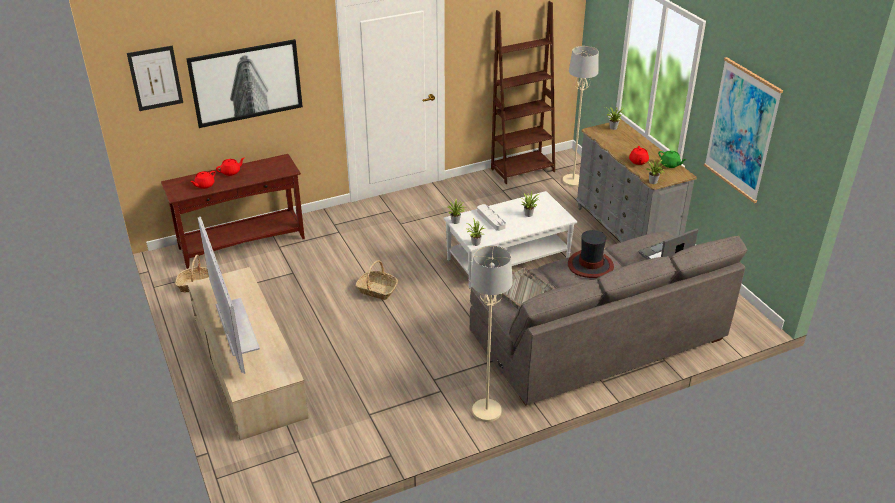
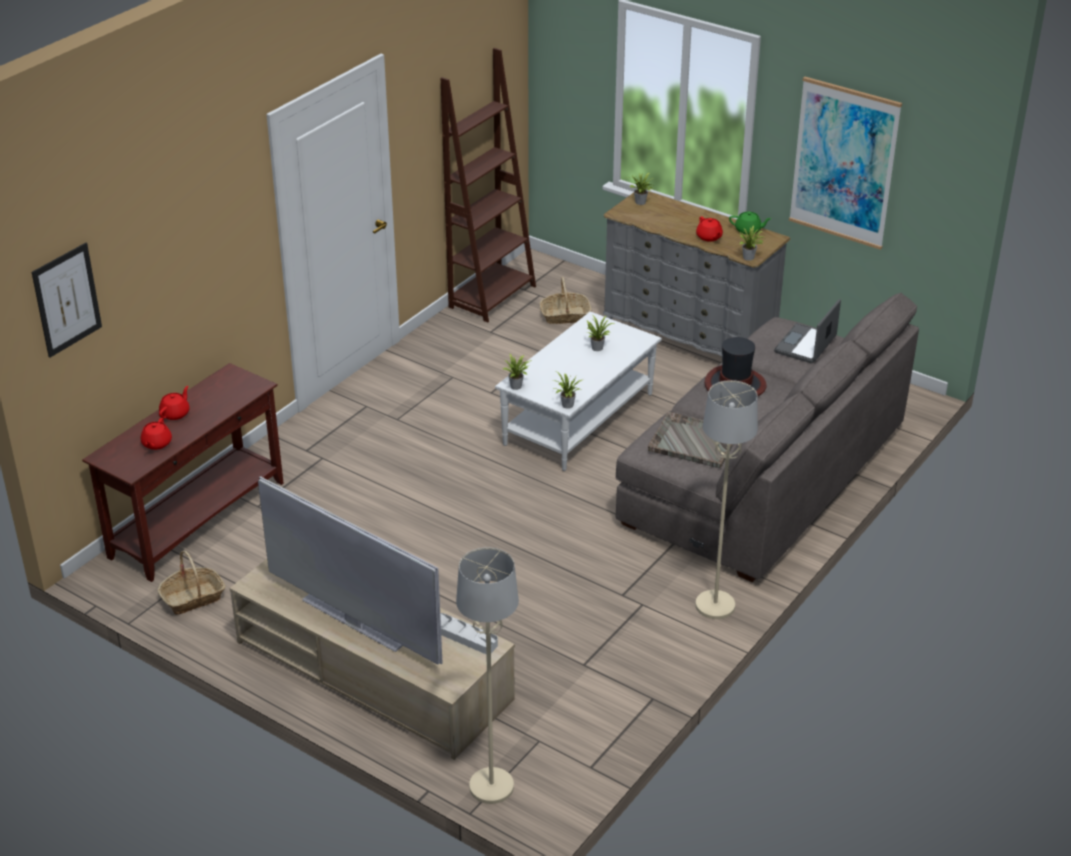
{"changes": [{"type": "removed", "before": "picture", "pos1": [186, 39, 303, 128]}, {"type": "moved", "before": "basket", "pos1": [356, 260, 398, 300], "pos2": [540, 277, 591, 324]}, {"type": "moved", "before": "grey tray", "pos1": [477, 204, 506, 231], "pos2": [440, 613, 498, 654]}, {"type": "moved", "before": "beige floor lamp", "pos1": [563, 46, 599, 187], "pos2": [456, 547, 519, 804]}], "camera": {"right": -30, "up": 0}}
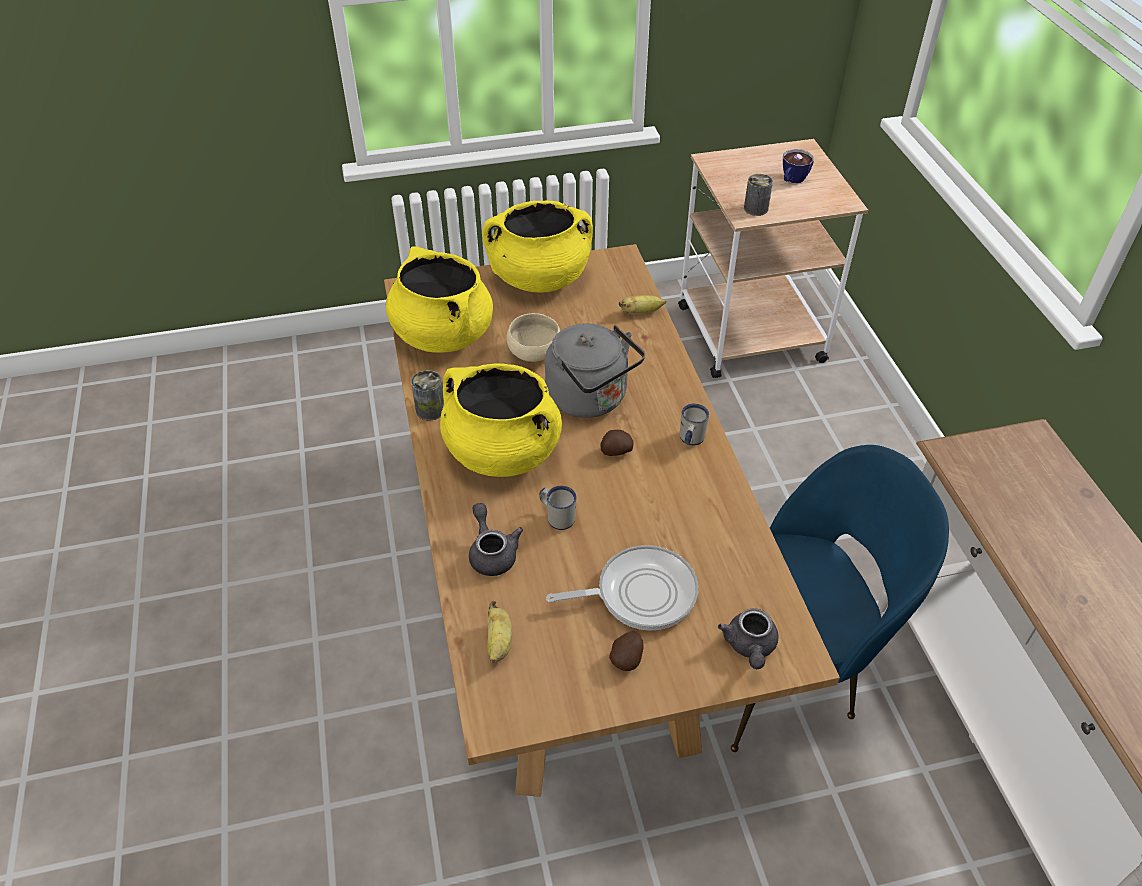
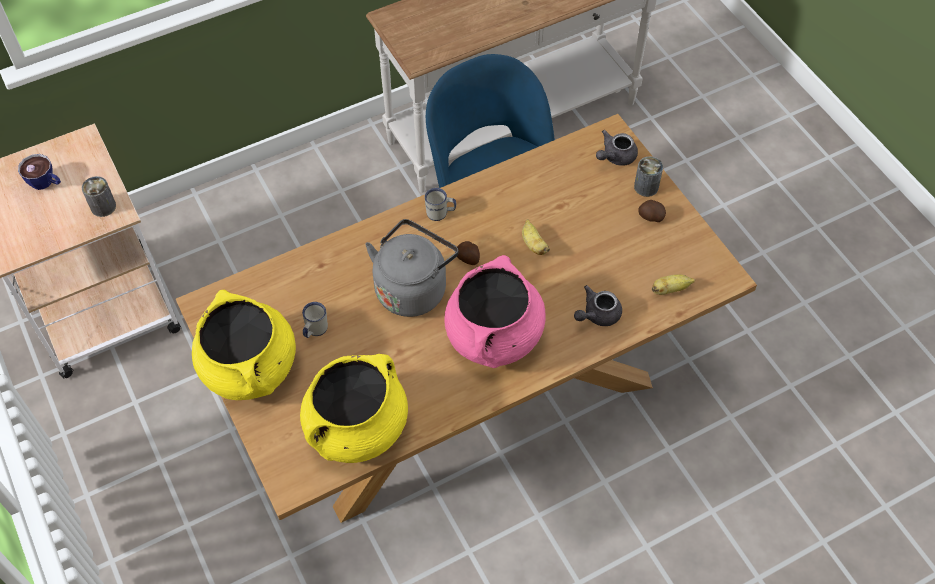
{"changes": [{"type": "moved", "before": "can", "pos1": [411, 370, 444, 420], "pos2": [634, 156, 663, 197]}, {"type": "recoloured", "before": "yellow cooking pot", "after": "pink cooking pot", "pos1": [440, 363, 562, 477], "pos2": [444, 255, 545, 368]}, {"type": "removed", "before": "beige bowl", "pos1": [507, 313, 560, 362]}, {"type": "moved", "before": "white mug", "pos1": [540, 486, 577, 530], "pos2": [302, 302, 328, 338]}, {"type": "removed", "before": "frying pan", "pos1": [546, 545, 698, 631]}, {"type": "moved", "before": "banana", "pos1": [619, 295, 666, 314], "pos2": [522, 219, 550, 255]}, {"type": "turned", "before": "grey teapot", "pos1": [718, 608, 778, 669], "pos2": [596, 130, 638, 166], "turn": 150}], "camera": {"right": -105, "up": 10}}
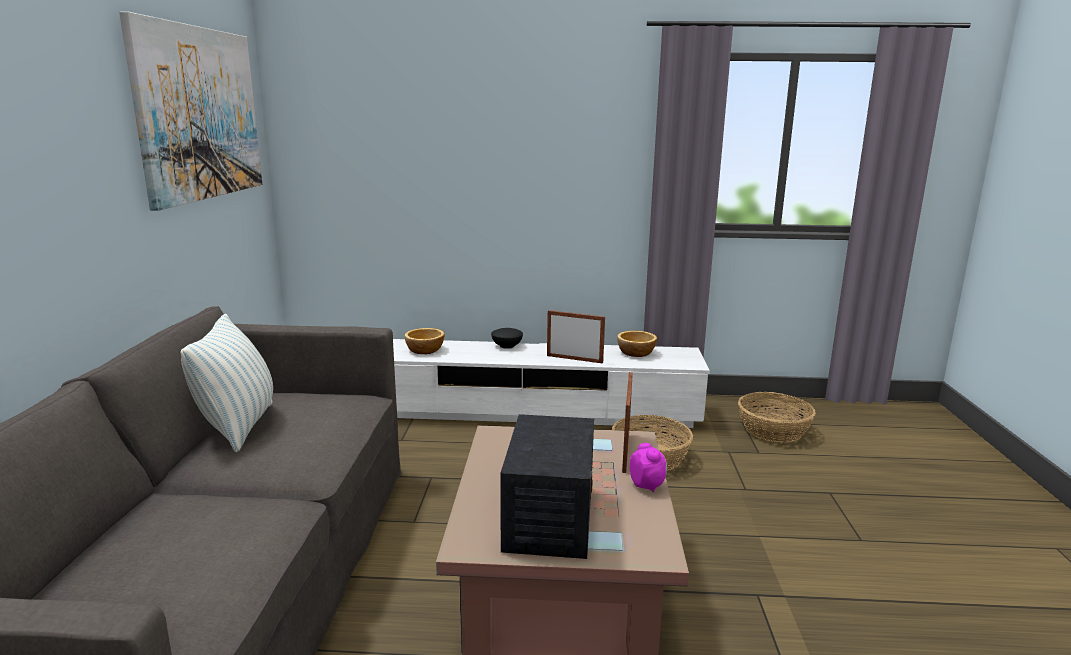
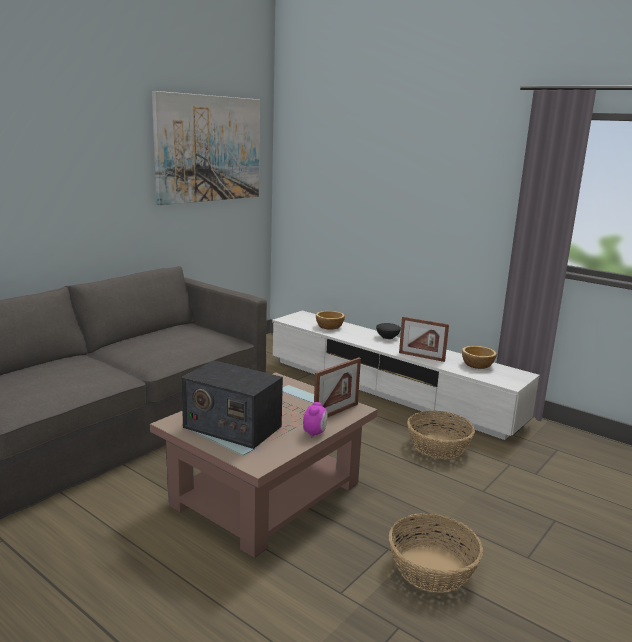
{"changes": [{"type": "removed", "before": "pillow", "pos1": [181, 314, 273, 452]}, {"type": "turned", "before": "radio", "pos1": [500, 414, 594, 559], "pos2": [181, 360, 283, 449], "turn": 75}, {"type": "turned", "before": "picture frame", "pos1": [547, 310, 605, 364], "pos2": [399, 317, 449, 362], "turn": 150}, {"type": "moved", "before": "basket", "pos1": [738, 392, 816, 443], "pos2": [389, 513, 483, 593]}], "camera": {"right": 35, "up": 0}}
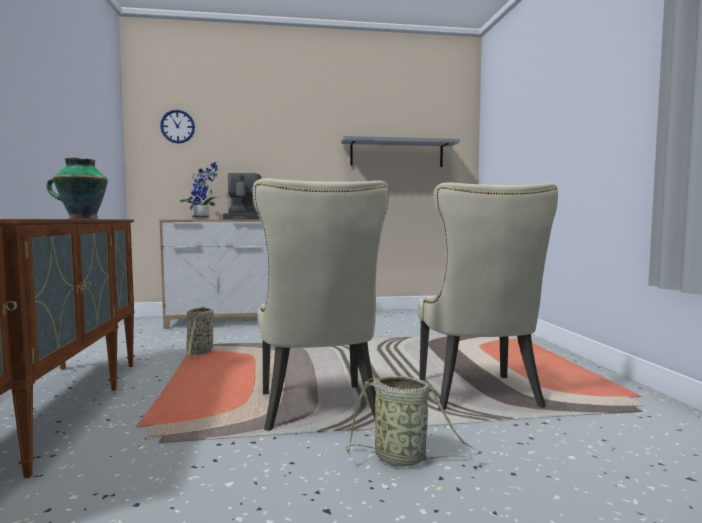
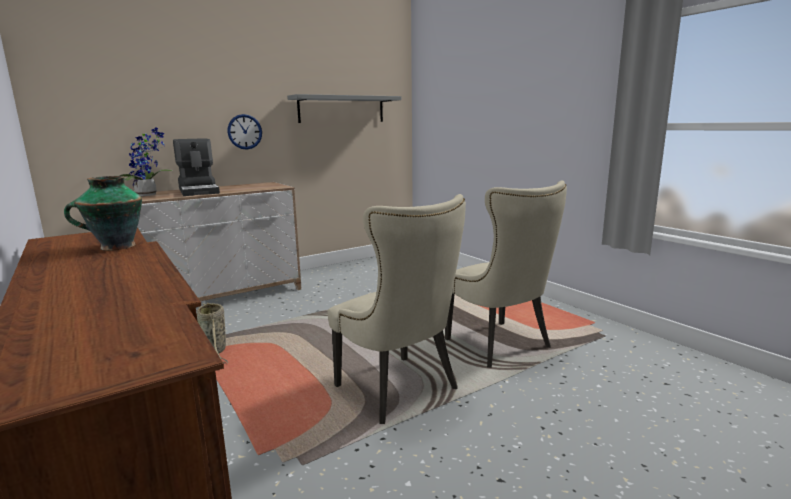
{"changes": [{"type": "moved", "before": "wall clock", "pos1": [160, 109, 195, 144], "pos2": [227, 114, 262, 150]}, {"type": "removed", "before": "basket", "pos1": [346, 376, 483, 466]}], "camera": {"right": -25, "up": 10}}
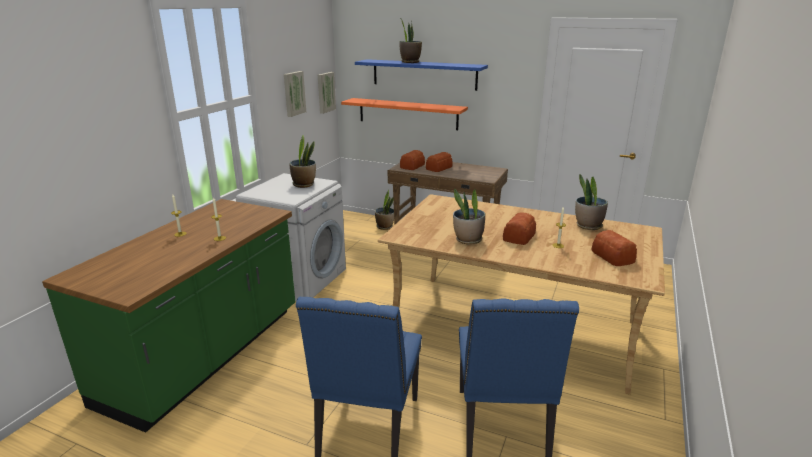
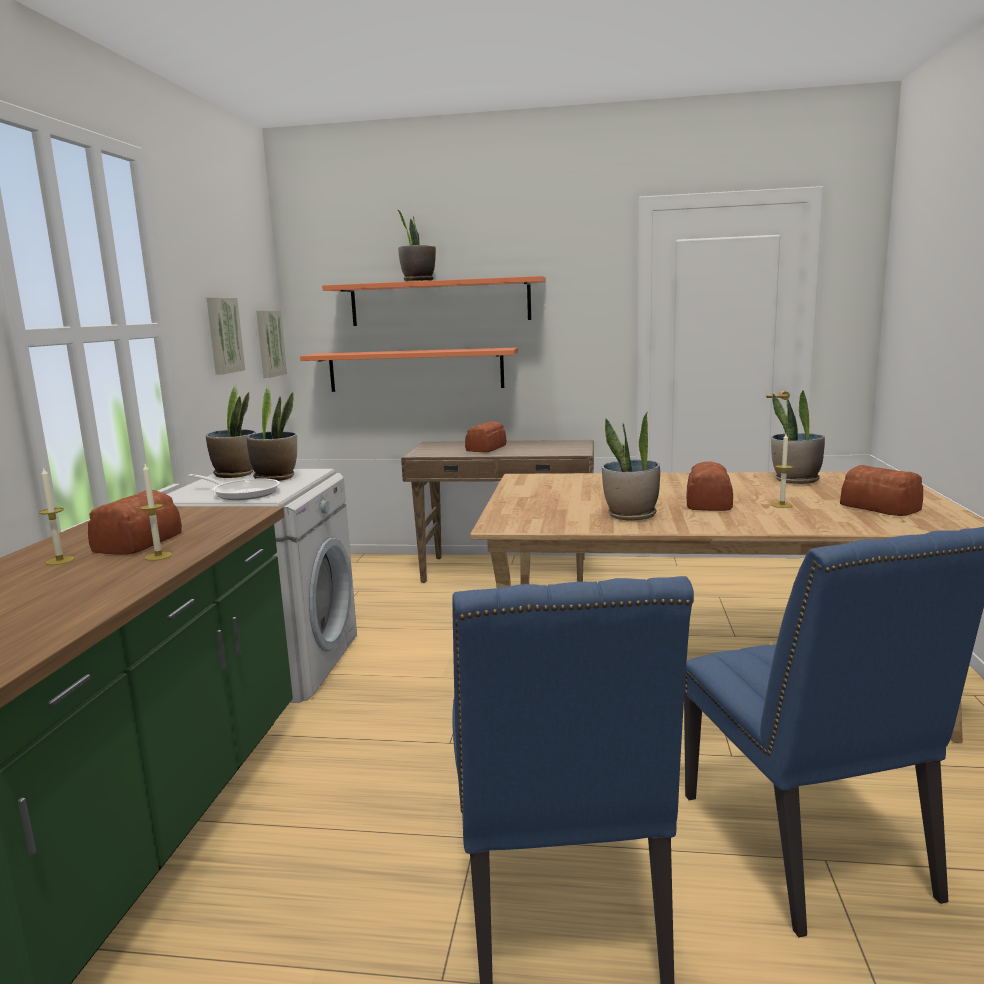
{"changes": [{"type": "recoloured", "before": "blue shelf", "after": "orange shelf", "pos1": [355, 59, 488, 91], "pos2": [322, 276, 546, 326]}, {"type": "moved", "before": "potted plant", "pos1": [375, 190, 394, 230], "pos2": [206, 385, 256, 478]}, {"type": "moved", "before": "bread", "pos1": [400, 150, 425, 170], "pos2": [88, 490, 182, 555]}, {"type": "added", "after": "frying pan", "pos2": [188, 474, 280, 500]}], "camera": {"right": -15, "up": -10}}
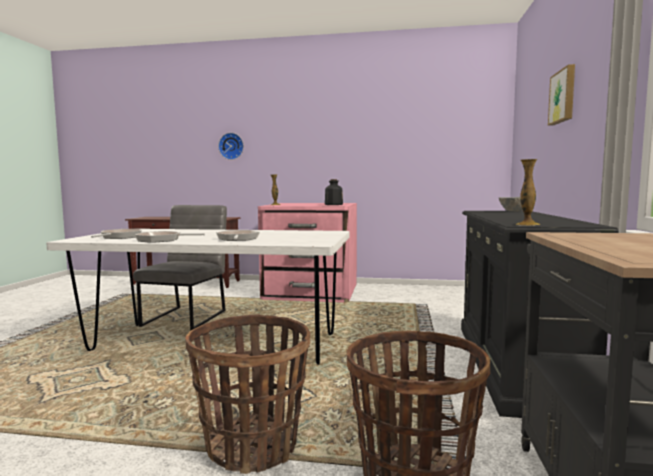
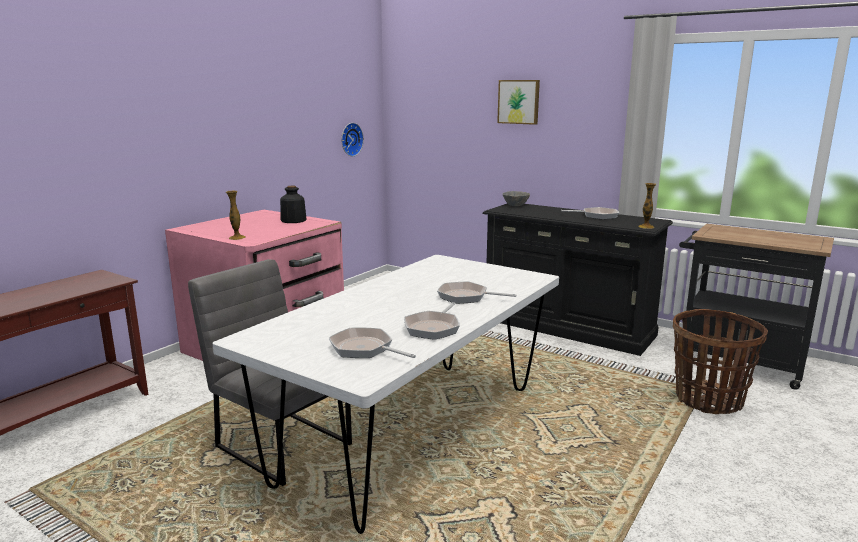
{"changes": [{"type": "removed", "before": "basket", "pos1": [185, 314, 311, 474]}, {"type": "moved", "before": "wall clock", "pos1": [218, 133, 244, 160], "pos2": [341, 123, 364, 156]}, {"type": "added", "after": "frying pan", "pos2": [561, 207, 619, 220]}], "camera": {"right": -65, "up": 10}}
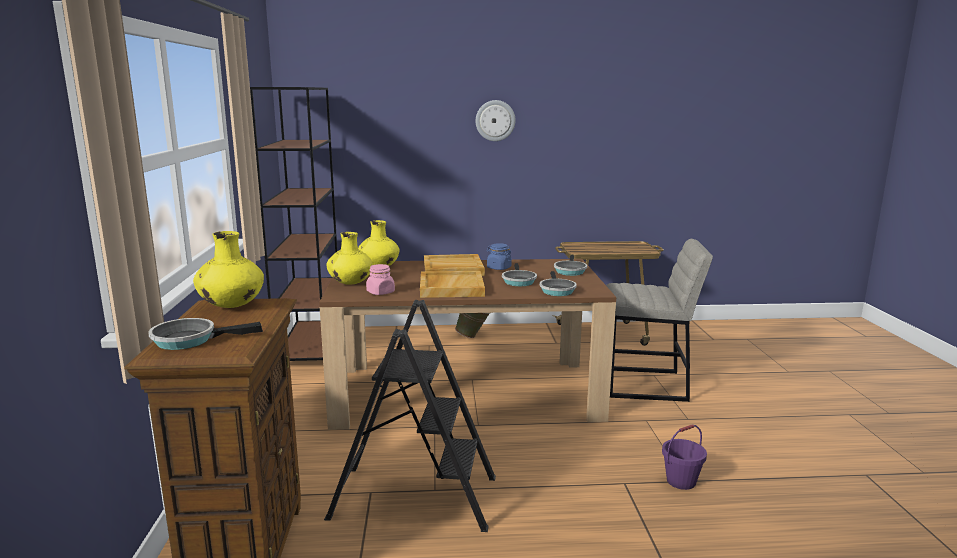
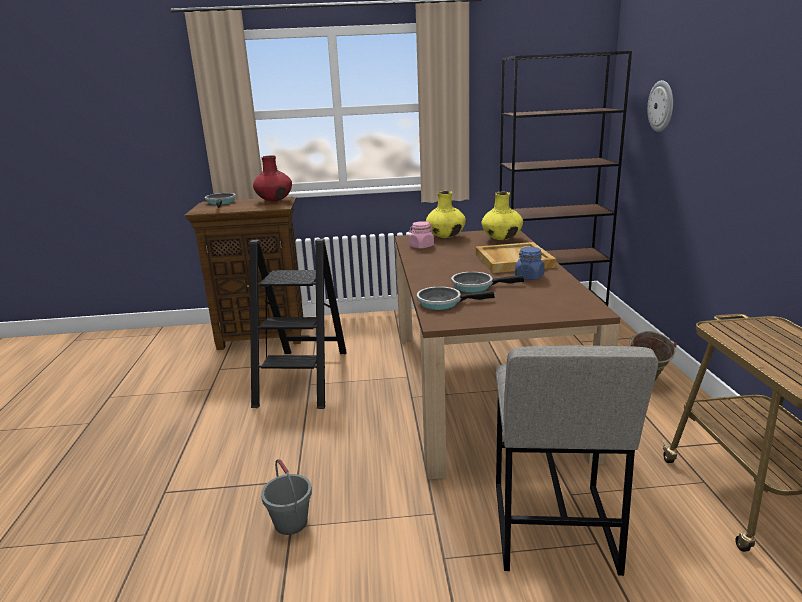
{"changes": [{"type": "recoloured", "before": "yellow vase", "after": "red vase", "pos1": [193, 231, 264, 308], "pos2": [253, 155, 292, 201]}, {"type": "removed", "before": "beige tray", "pos1": [420, 271, 485, 298]}, {"type": "moved", "before": "wall clock", "pos1": [476, 100, 516, 141], "pos2": [647, 80, 673, 132]}, {"type": "removed", "before": "frying pan", "pos1": [554, 255, 587, 276]}, {"type": "recoloured", "before": "purple bucket", "after": "grey bucket", "pos1": [662, 424, 707, 490], "pos2": [261, 459, 312, 535]}], "camera": {"right": 90, "up": 5}}
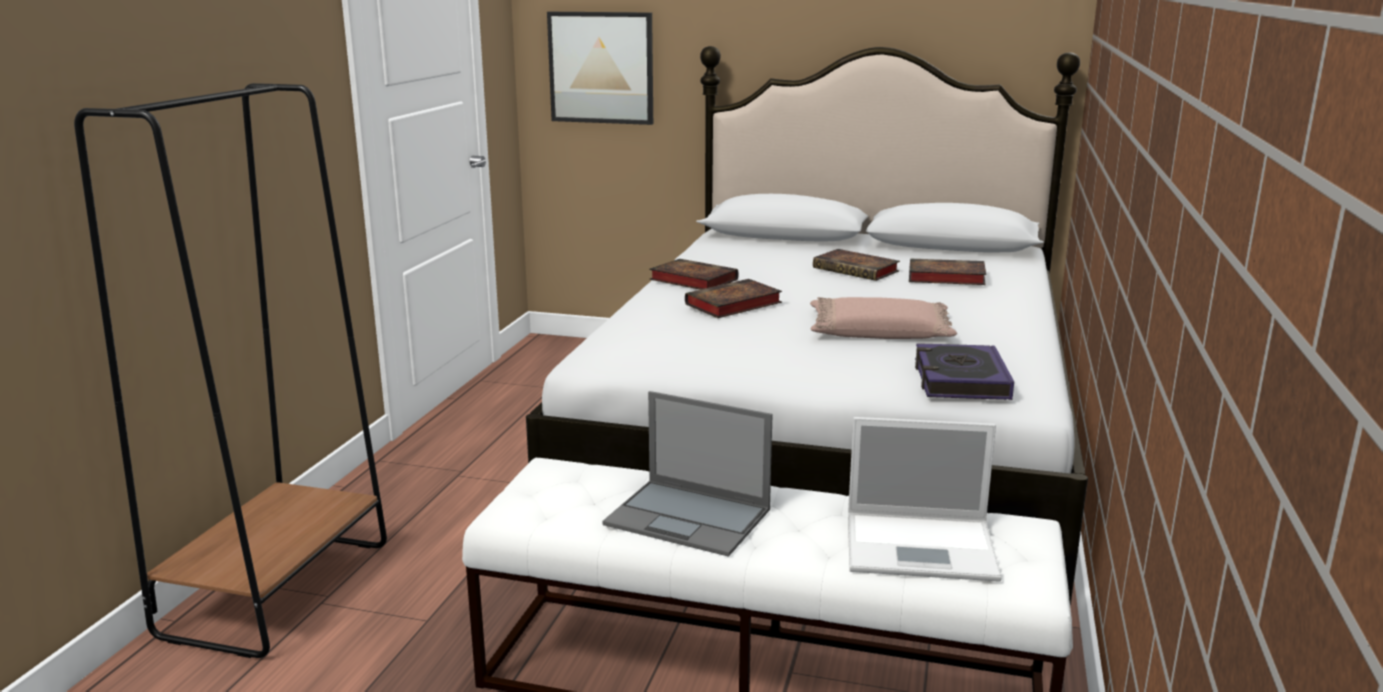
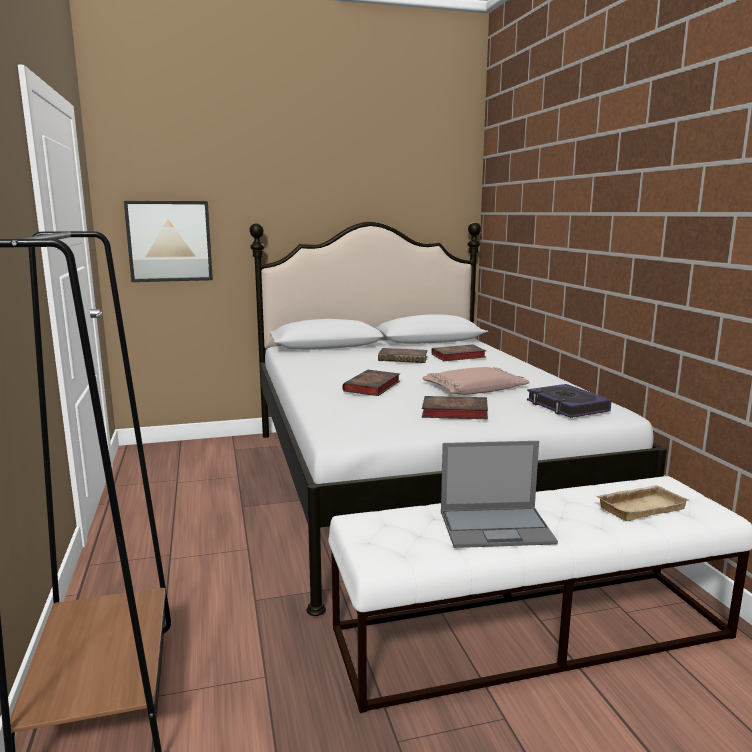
{"changes": [{"type": "moved", "before": "book", "pos1": [649, 259, 739, 290], "pos2": [422, 396, 488, 419]}, {"type": "replaced", "before": "laptop", "after": "beige tray", "pos1": [848, 417, 1002, 582], "pos2": [596, 485, 689, 521]}], "camera": {"right": -30, "up": -5}}
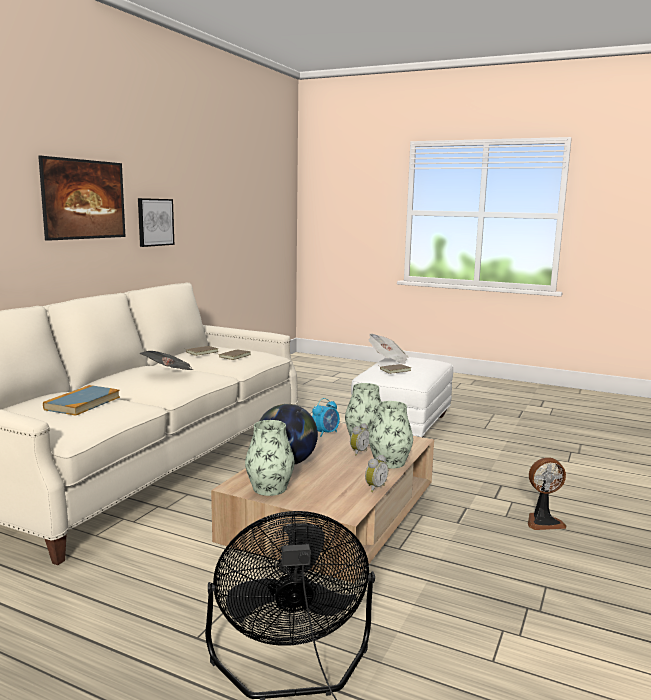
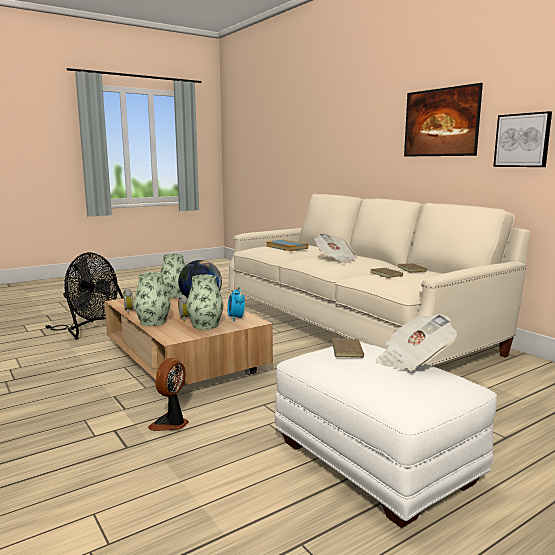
{"changes": [{"type": "moved", "before": "fan", "pos1": [528, 457, 567, 530], "pos2": [148, 358, 189, 431]}], "camera": {"right": 120, "up": 0}}
